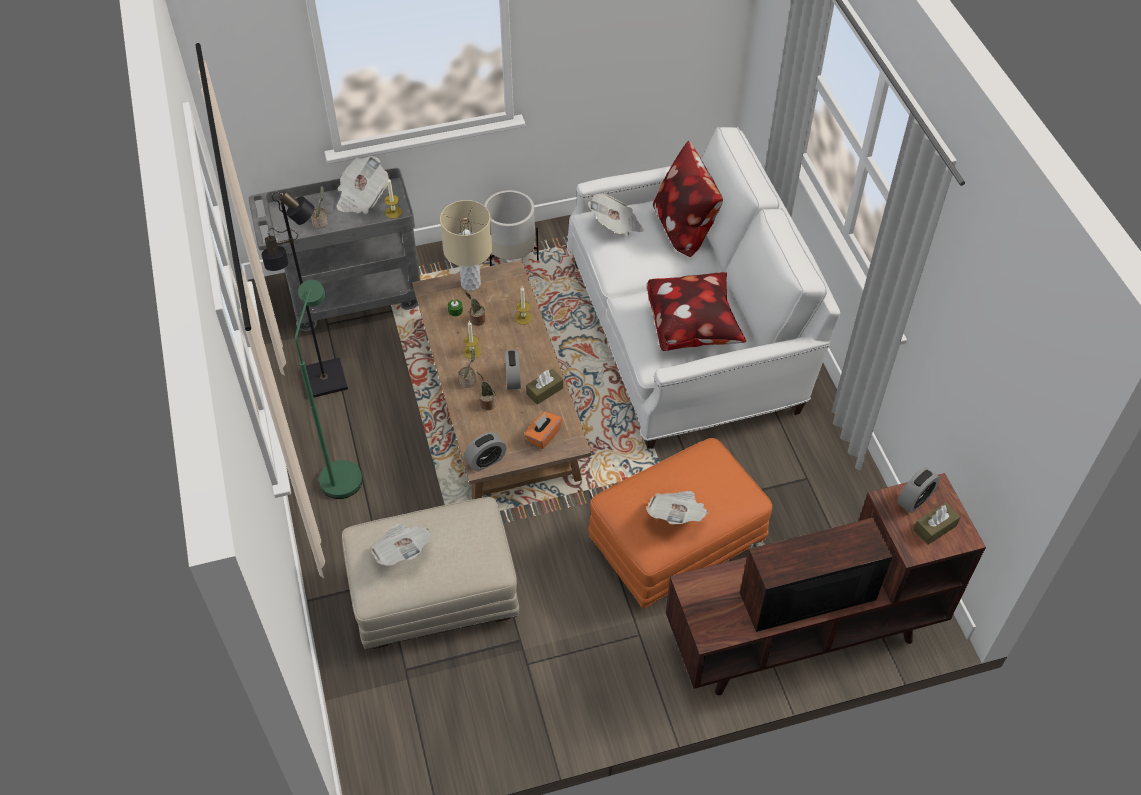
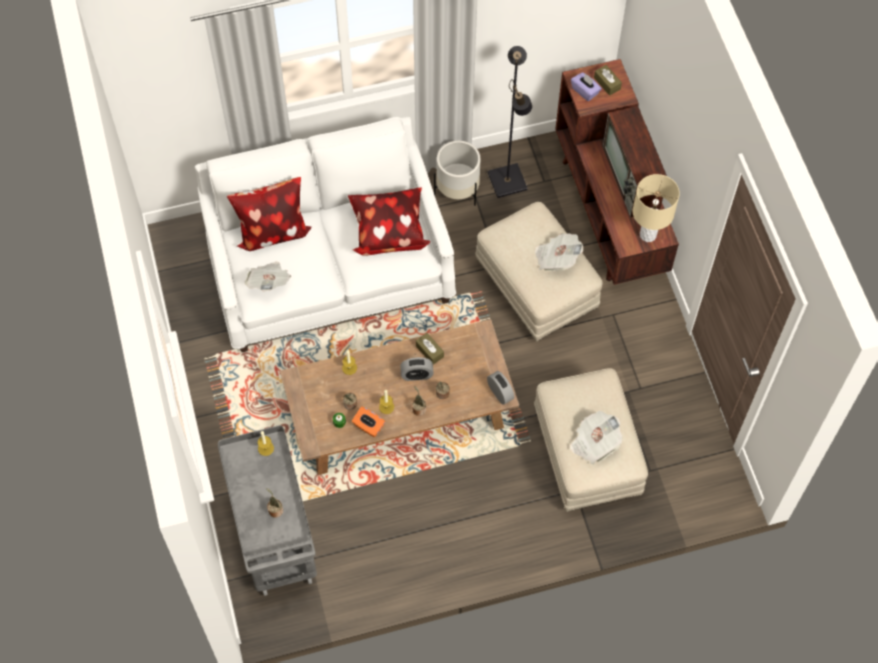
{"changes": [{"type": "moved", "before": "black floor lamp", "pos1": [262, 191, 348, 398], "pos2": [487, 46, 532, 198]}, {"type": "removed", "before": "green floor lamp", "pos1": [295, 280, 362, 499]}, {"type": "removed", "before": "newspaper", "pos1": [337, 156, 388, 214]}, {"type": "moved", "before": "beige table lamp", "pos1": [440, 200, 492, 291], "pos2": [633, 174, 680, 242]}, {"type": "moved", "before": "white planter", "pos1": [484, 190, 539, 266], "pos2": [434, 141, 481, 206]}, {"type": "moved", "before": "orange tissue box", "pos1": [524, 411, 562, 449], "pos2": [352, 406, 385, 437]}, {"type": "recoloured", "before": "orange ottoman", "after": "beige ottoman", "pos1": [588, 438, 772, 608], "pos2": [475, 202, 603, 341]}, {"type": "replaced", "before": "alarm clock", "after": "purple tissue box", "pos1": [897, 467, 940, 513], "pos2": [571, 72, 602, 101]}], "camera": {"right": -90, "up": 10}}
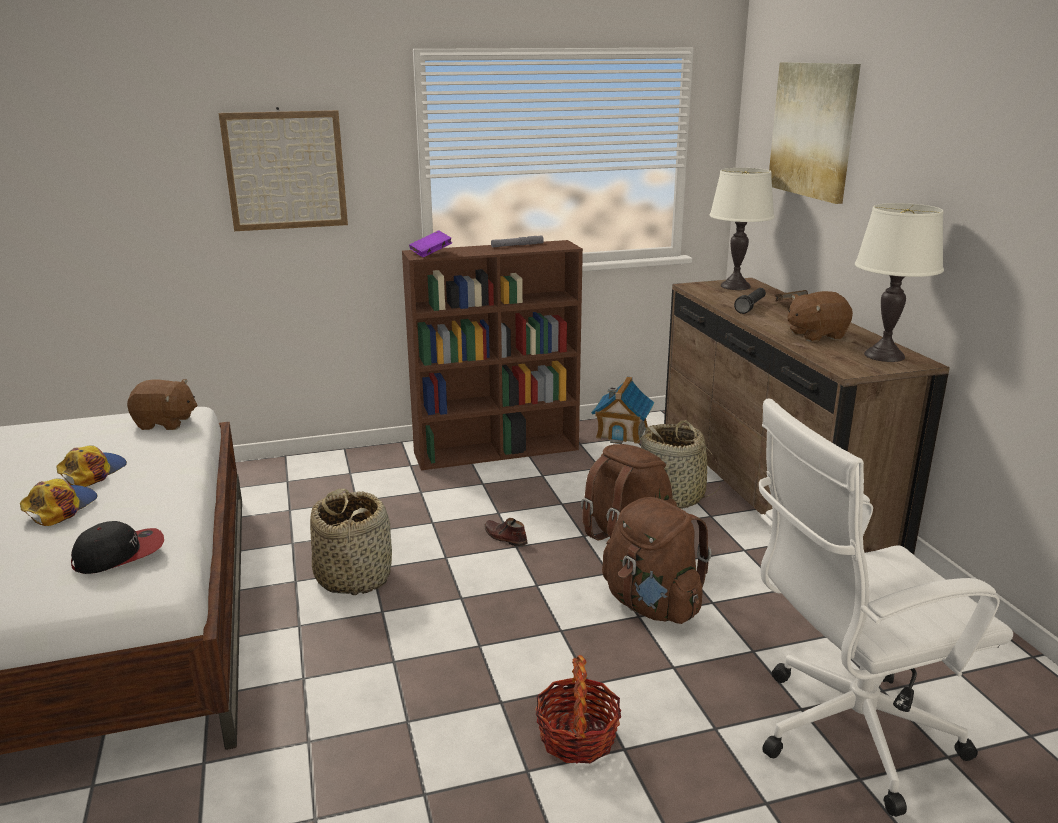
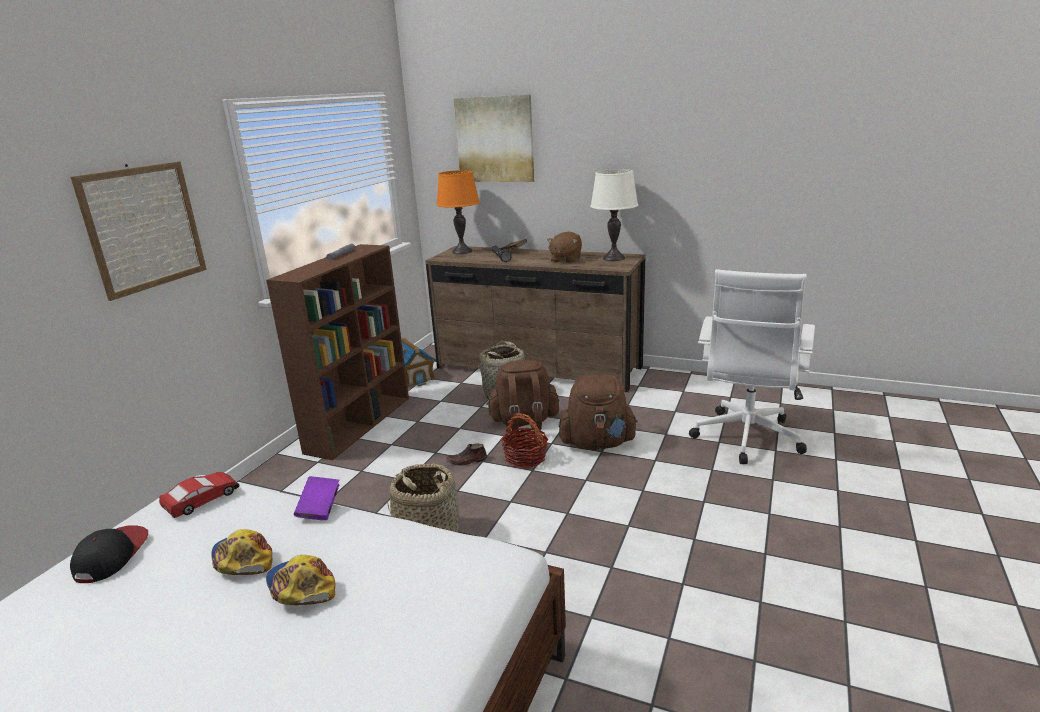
{"changes": [{"type": "moved", "before": "cap", "pos1": [71, 521, 164, 574], "pos2": [70, 525, 148, 583]}, {"type": "replaced", "before": "brown plush toy", "after": "toy car", "pos1": [127, 379, 197, 430], "pos2": [159, 472, 240, 518]}, {"type": "moved", "before": "purple book", "pos1": [409, 230, 452, 257], "pos2": [294, 476, 340, 520]}, {"type": "moved", "before": "basket", "pos1": [535, 655, 621, 764], "pos2": [501, 413, 548, 468]}, {"type": "recoloured", "before": "white table lamp", "after": "orange table lamp", "pos1": [709, 168, 775, 290], "pos2": [436, 170, 480, 254]}], "camera": {"right": -50, "up": 0}}
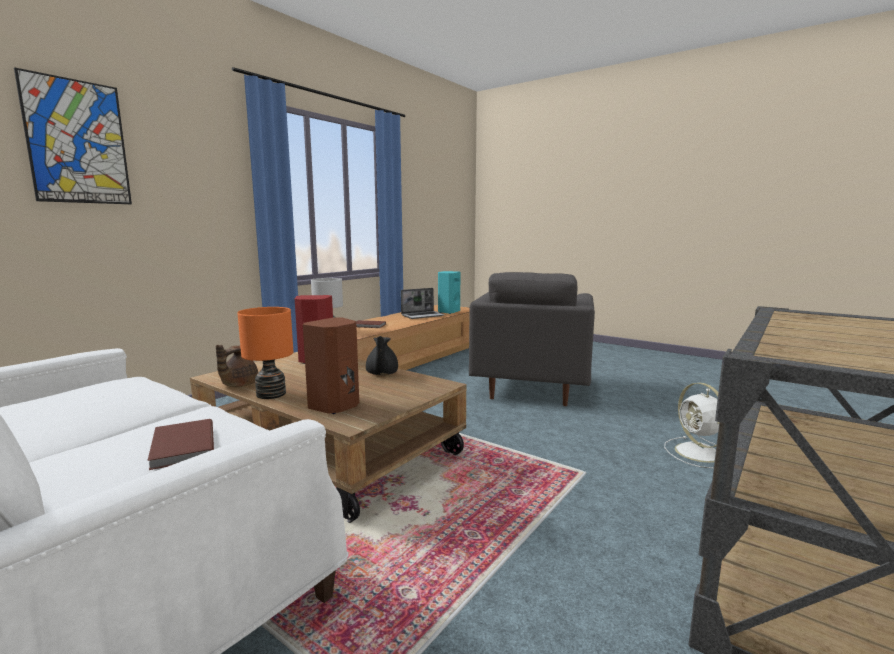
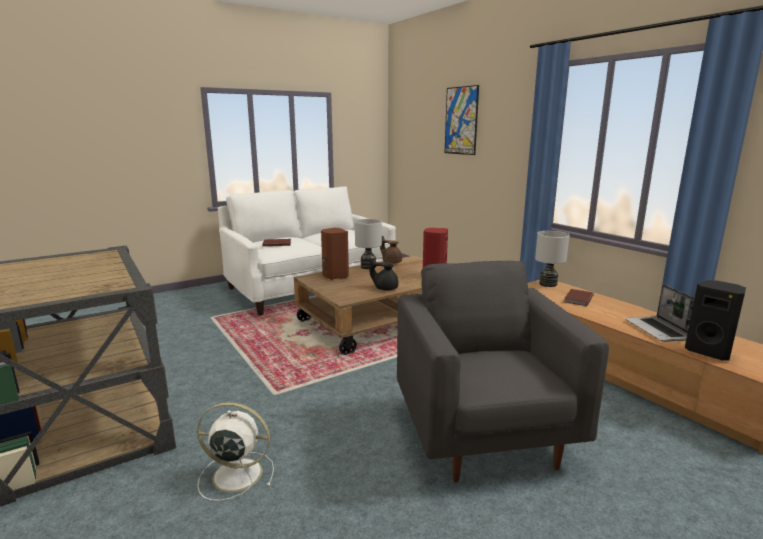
{"changes": [{"type": "recoloured", "before": "orange table lamp", "after": "grey table lamp", "pos1": [237, 307, 293, 399], "pos2": [355, 219, 382, 269]}, {"type": "recoloured", "before": "turquoise speaker", "after": "black speaker", "pos1": [438, 271, 460, 314], "pos2": [685, 280, 746, 361]}, {"type": "turned", "before": "grey armchair", "pos1": [469, 272, 595, 406], "pos2": [397, 261, 609, 482], "turn": 45}], "camera": {"right": 110, "up": 5}}
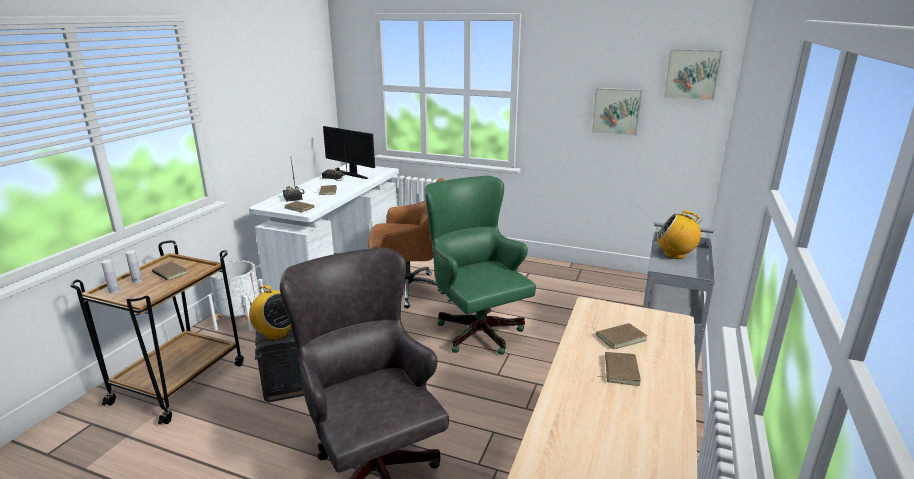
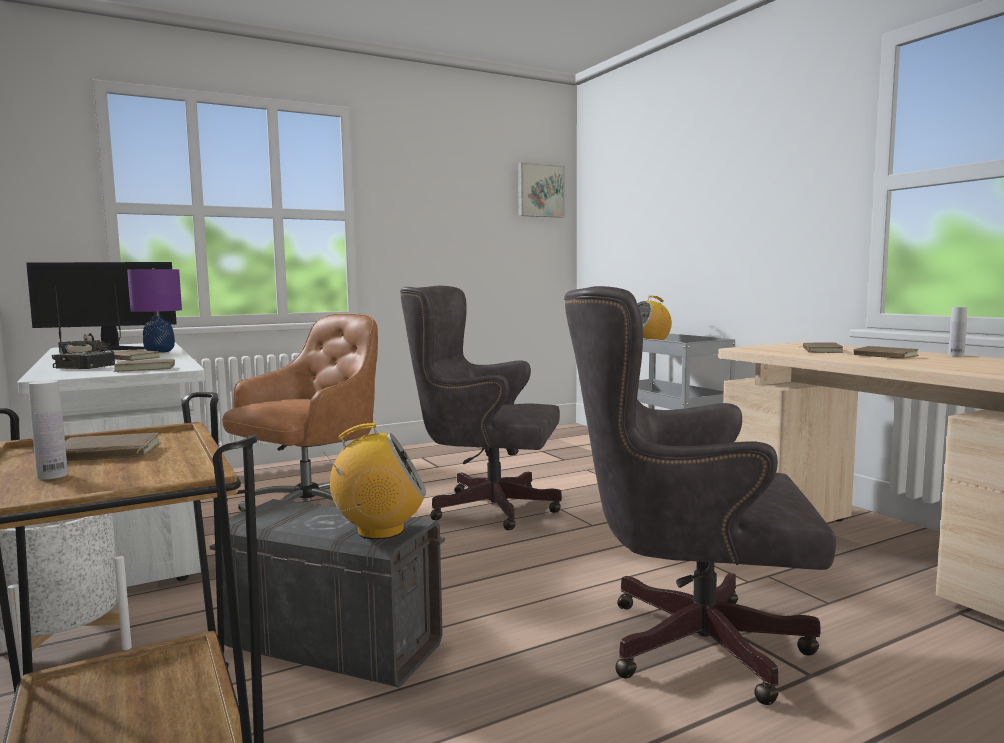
{"changes": [{"type": "moved", "before": "white bottle", "pos1": [101, 259, 120, 294], "pos2": [948, 307, 967, 356]}, {"type": "recoloured", "before": "green office chair", "after": "grey office chair", "pos1": [425, 176, 536, 355], "pos2": [400, 286, 562, 530]}, {"type": "removed", "before": "picture", "pos1": [592, 88, 643, 136]}, {"type": "added", "after": "purple table lamp", "pos2": [127, 268, 182, 353]}], "camera": {"right": -50, "up": -15}}
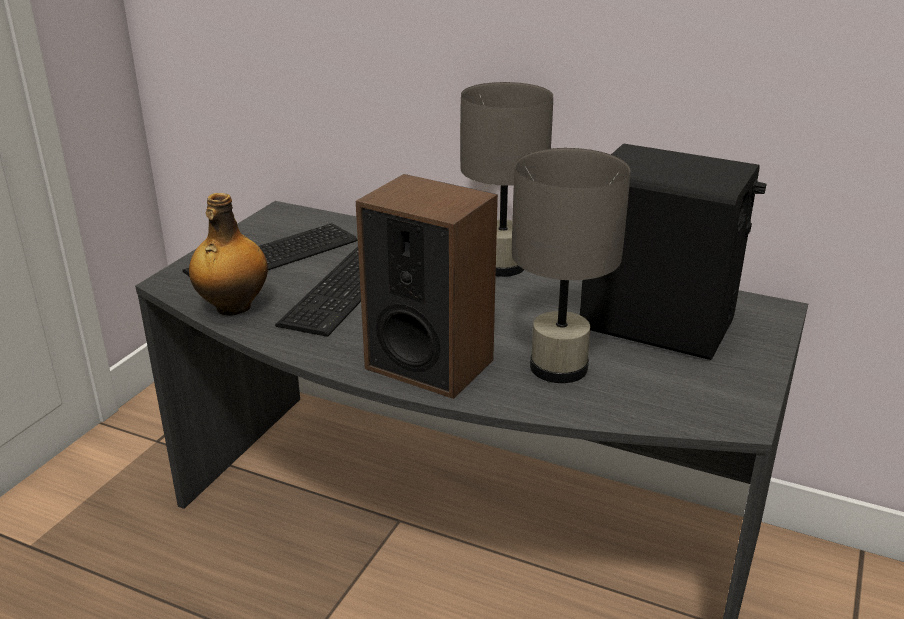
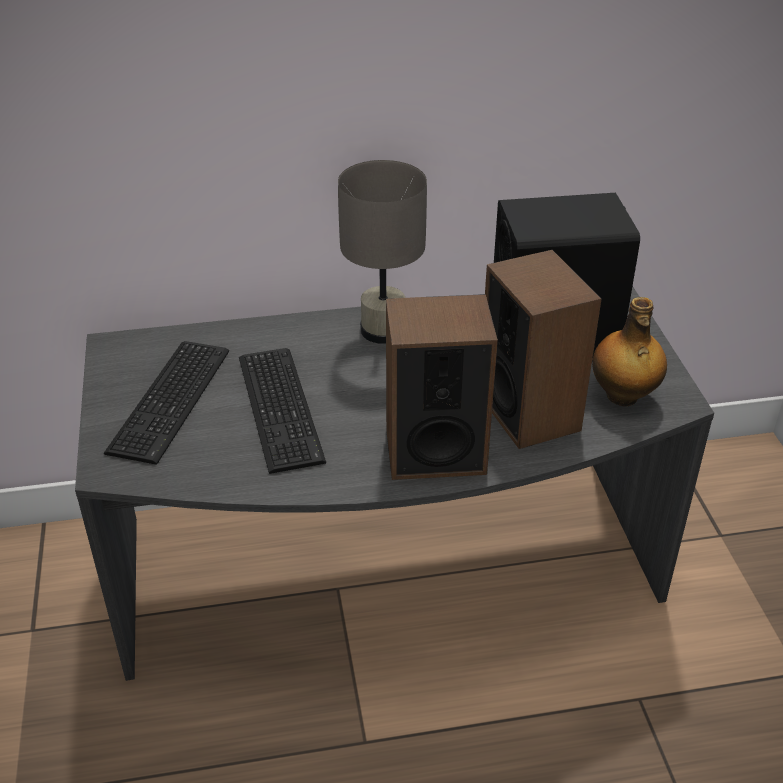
{"changes": [{"type": "moved", "before": "bottle", "pos1": [189, 193, 268, 316], "pos2": [592, 297, 667, 406]}, {"type": "replaced", "before": "grey table lamp", "after": "speaker", "pos1": [512, 148, 630, 383], "pos2": [485, 250, 601, 449]}], "camera": {"right": -35, "up": 10}}
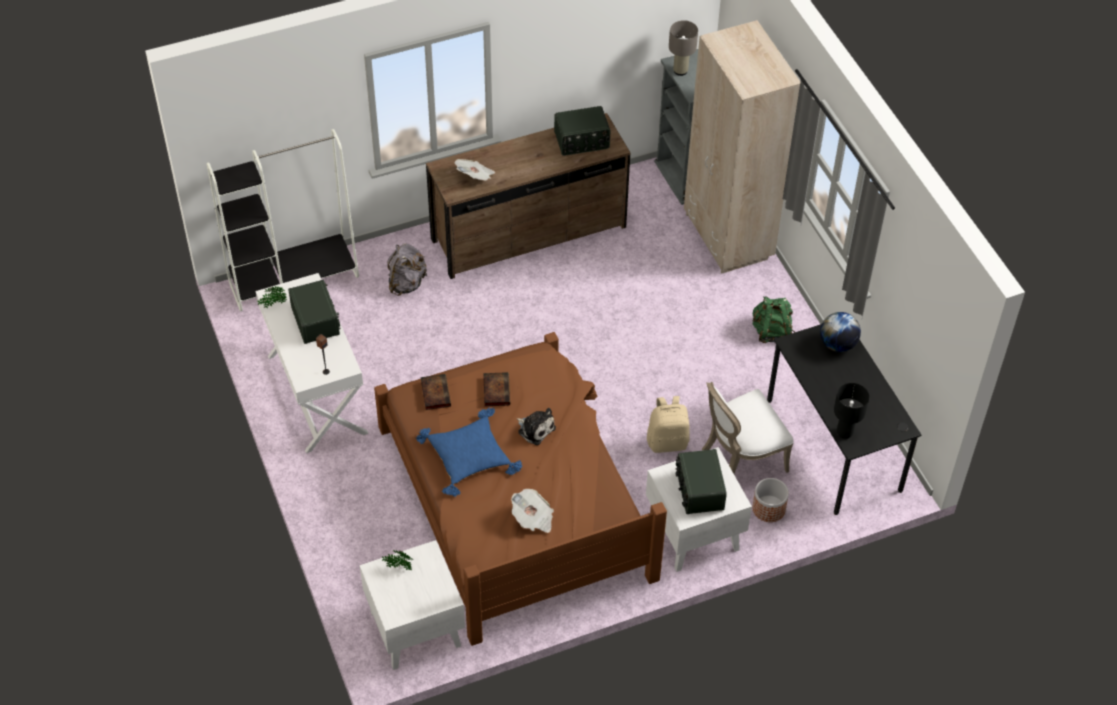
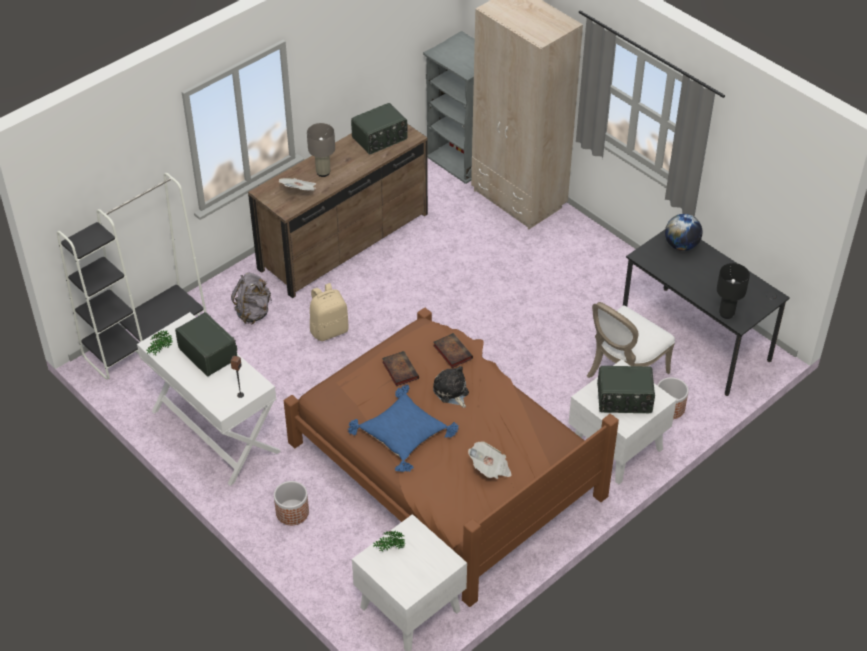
{"changes": [{"type": "moved", "before": "book", "pos1": [421, 374, 451, 410], "pos2": [433, 333, 473, 368]}, {"type": "turned", "before": "plush toy", "pos1": [517, 408, 556, 445], "pos2": [433, 366, 469, 408], "turn": -135}, {"type": "moved", "before": "beige backpack", "pos1": [647, 396, 690, 453], "pos2": [310, 283, 348, 341]}, {"type": "moved", "before": "grey table lamp", "pos1": [669, 20, 698, 76], "pos2": [307, 123, 335, 177]}, {"type": "turned", "before": "radio", "pos1": [675, 449, 727, 514], "pos2": [597, 366, 655, 413], "turn": -60}, {"type": "removed", "before": "green backpack", "pos1": [753, 296, 795, 343]}, {"type": "added", "after": "planter", "pos2": [274, 481, 309, 525]}], "camera": {"right": -20, "up": -5}}
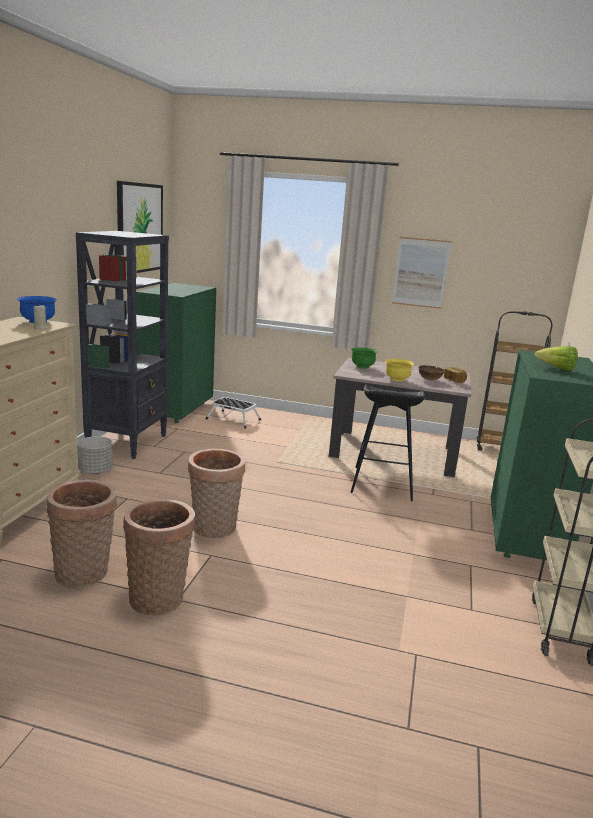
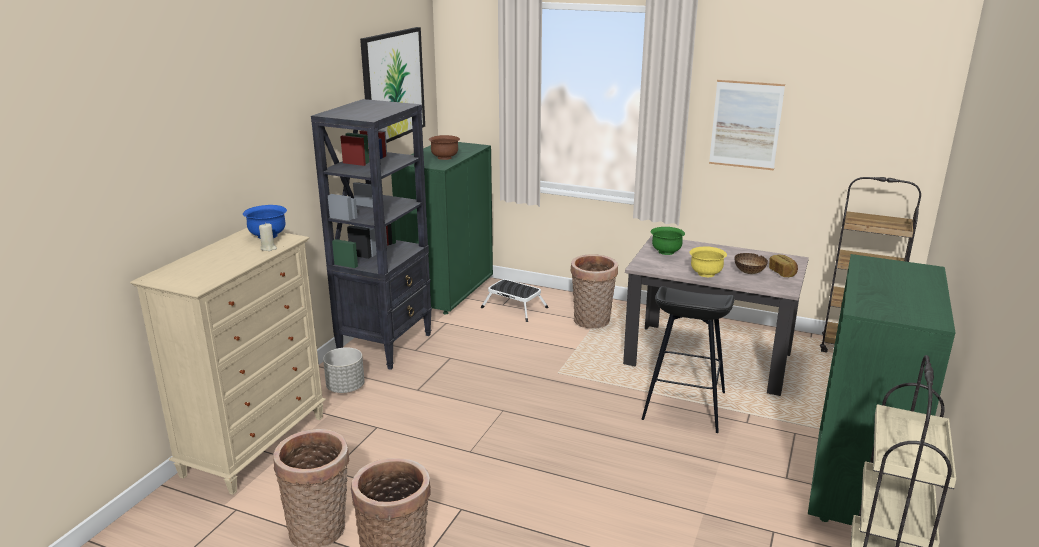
{"changes": [{"type": "moved", "before": "basket", "pos1": [188, 448, 245, 538], "pos2": [571, 254, 618, 329]}, {"type": "removed", "before": "lettuce", "pos1": [534, 346, 578, 371]}, {"type": "added", "after": "brown bowl", "pos2": [429, 135, 460, 160]}], "camera": {"right": 10, "up": 5}}
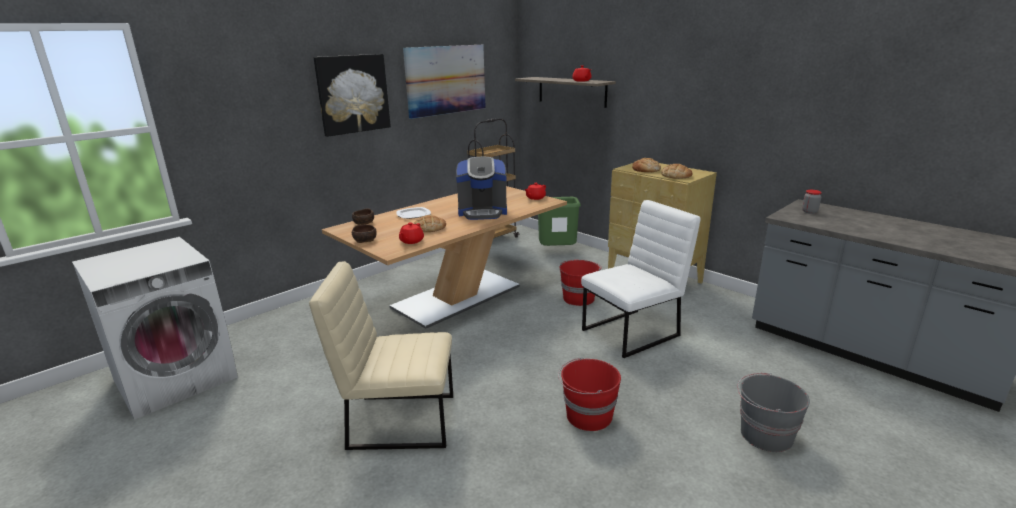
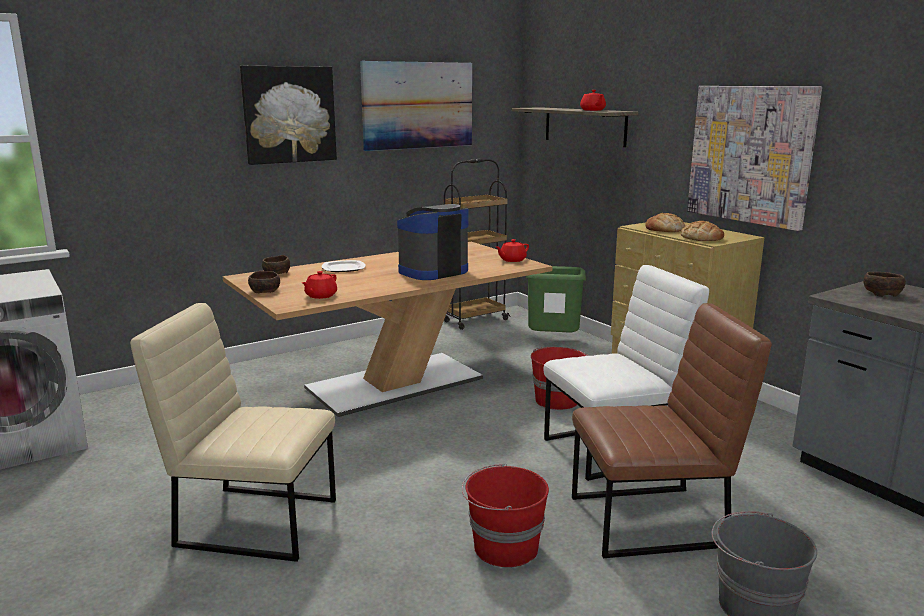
{"changes": [{"type": "removed", "before": "bread", "pos1": [414, 215, 446, 232]}, {"type": "turned", "before": "coffee machine", "pos1": [456, 157, 507, 220], "pos2": [397, 204, 469, 280], "turn": 135}, {"type": "replaced", "before": "jar", "after": "brown bowl", "pos1": [802, 190, 822, 214], "pos2": [864, 272, 906, 297]}, {"type": "added", "after": "brown chair", "pos2": [572, 303, 772, 558]}, {"type": "added", "after": "picture", "pos2": [687, 86, 822, 231]}], "camera": {"right": 10, "up": -5}}
